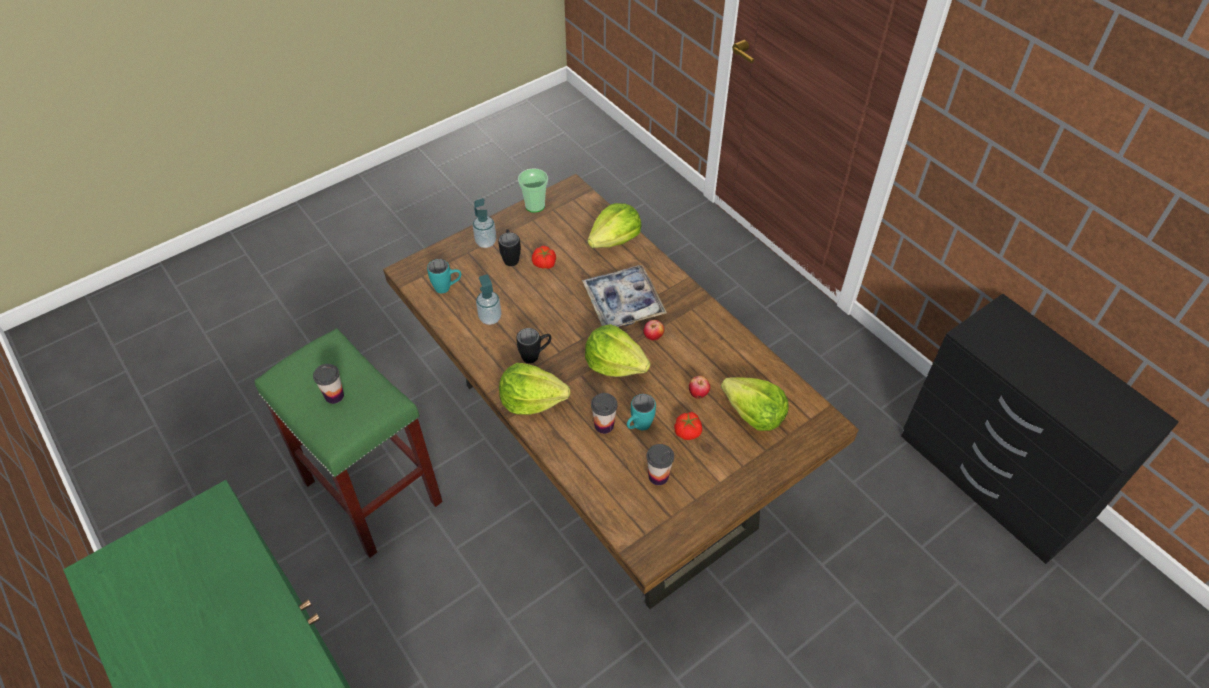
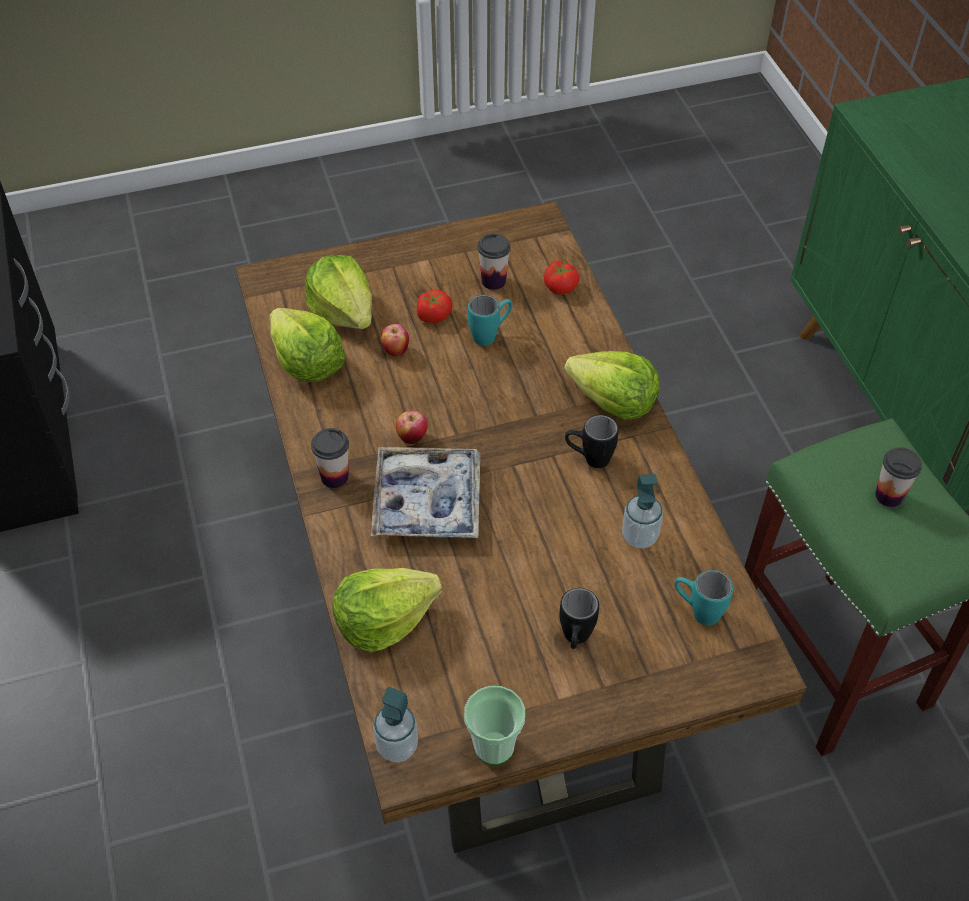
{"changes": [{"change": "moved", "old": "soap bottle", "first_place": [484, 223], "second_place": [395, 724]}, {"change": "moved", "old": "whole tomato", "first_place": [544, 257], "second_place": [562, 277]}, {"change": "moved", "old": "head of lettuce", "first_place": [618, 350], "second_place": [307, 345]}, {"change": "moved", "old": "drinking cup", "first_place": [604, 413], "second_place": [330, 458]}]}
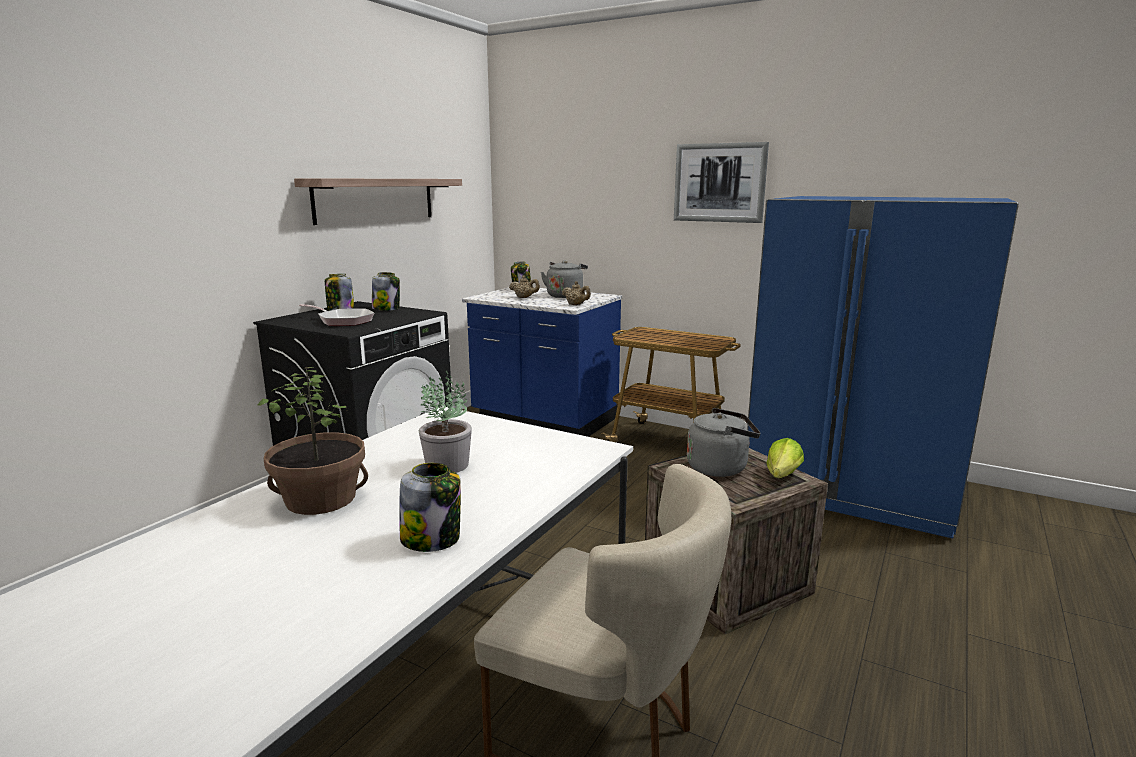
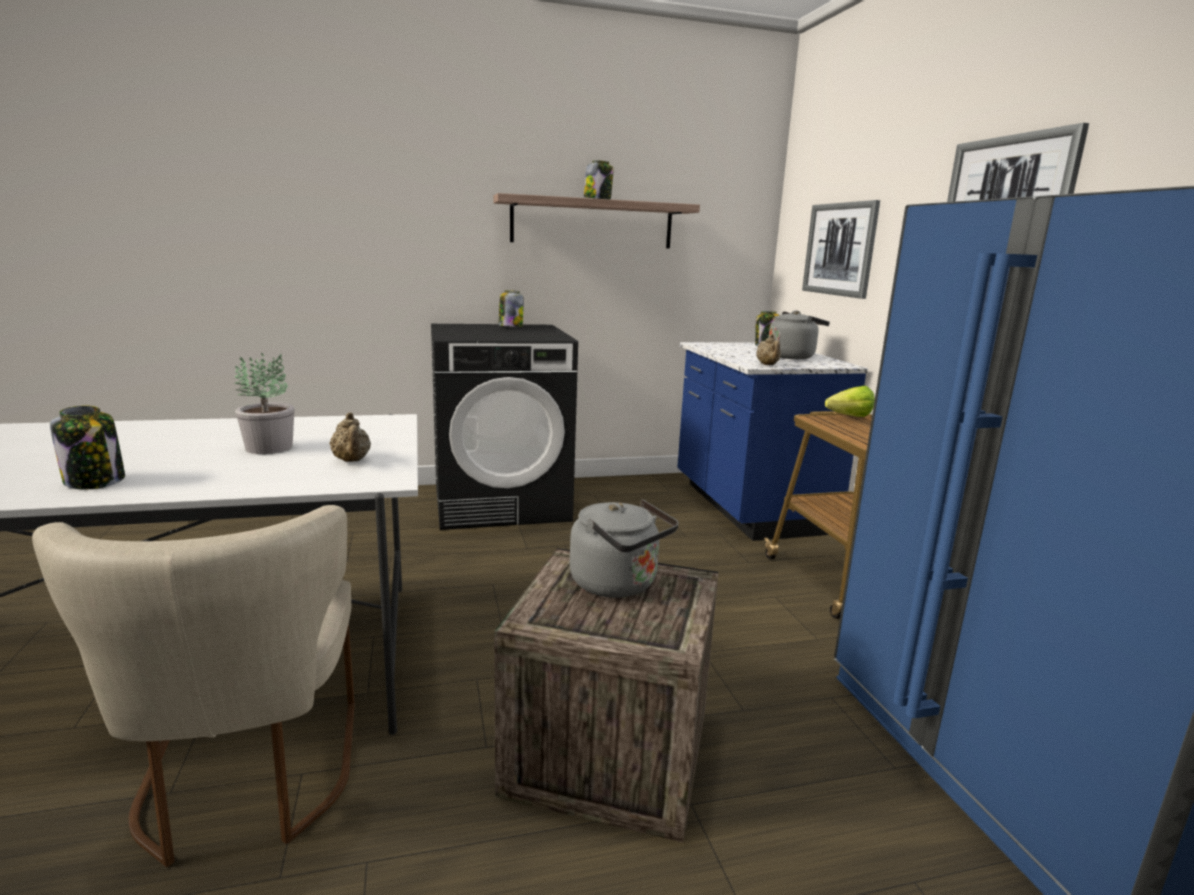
{"changes": [{"change": "removed", "old": "houseplant", "first_place": [313, 441]}, {"change": "removed", "old": "pan", "first_place": [336, 315]}, {"change": "added", "new": "picture", "second_place": [841, 249]}, {"change": "moved", "old": "jar", "first_place": [386, 291], "second_place": [598, 180]}, {"change": "moved", "old": "teapot/sand-coloured", "first_place": [524, 286], "second_place": [350, 437]}, {"change": "moved", "old": "head of lettuce", "first_place": [785, 458], "second_place": [850, 401]}]}
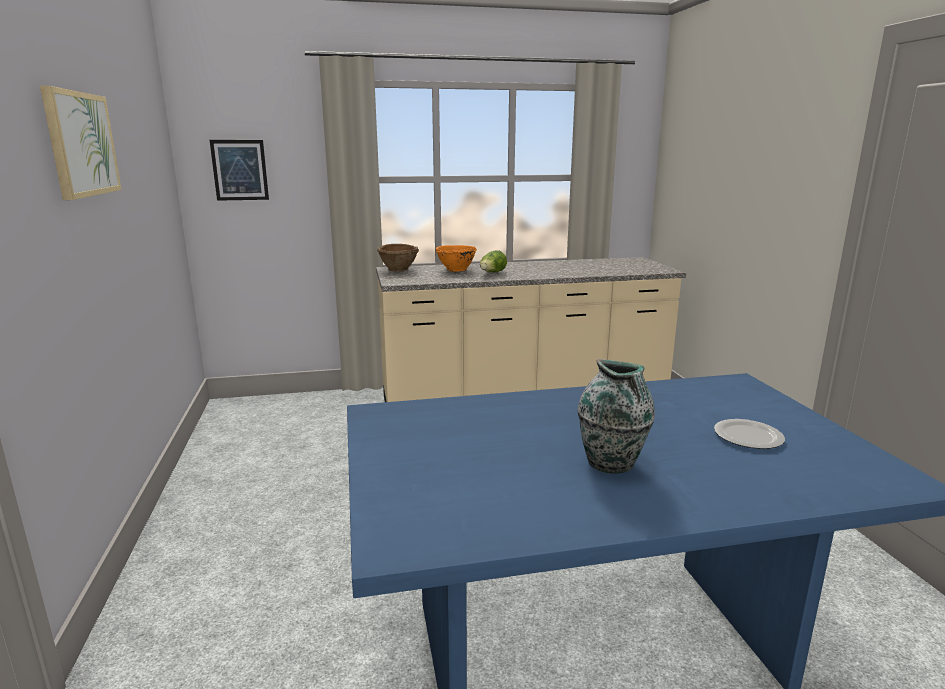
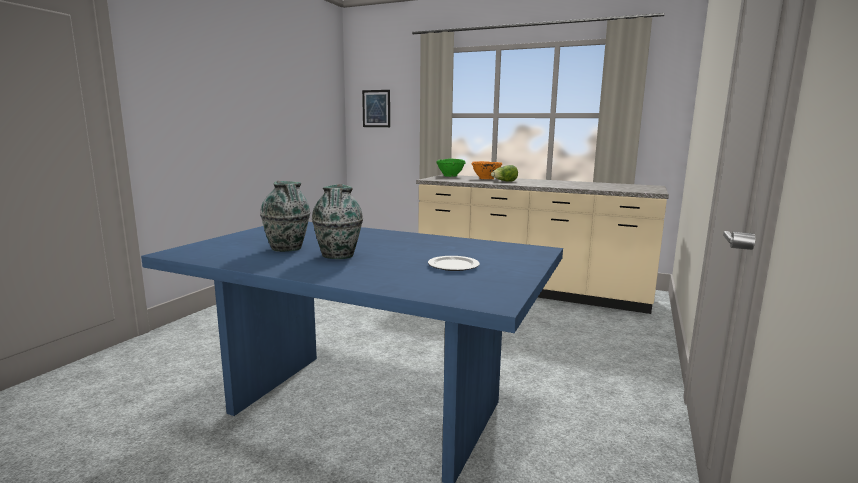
{"changes": [{"change": "removed", "old": "picture", "first_place": [81, 143]}, {"change": "added", "new": "decorative vase", "second_place": [285, 216]}, {"change": "recoloured", "old": "bowl/brown-coloured", "new": "bowl/greenish", "first_place": [398, 258], "second_place": [450, 168]}]}
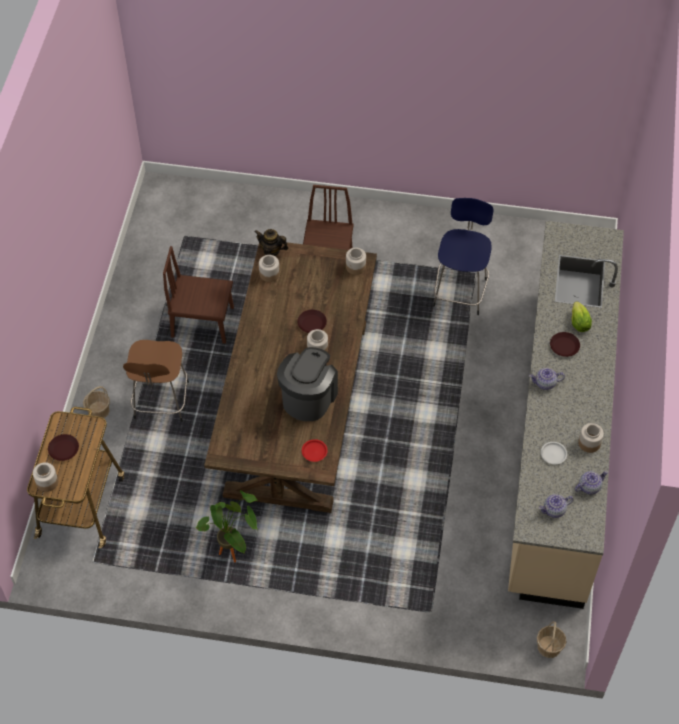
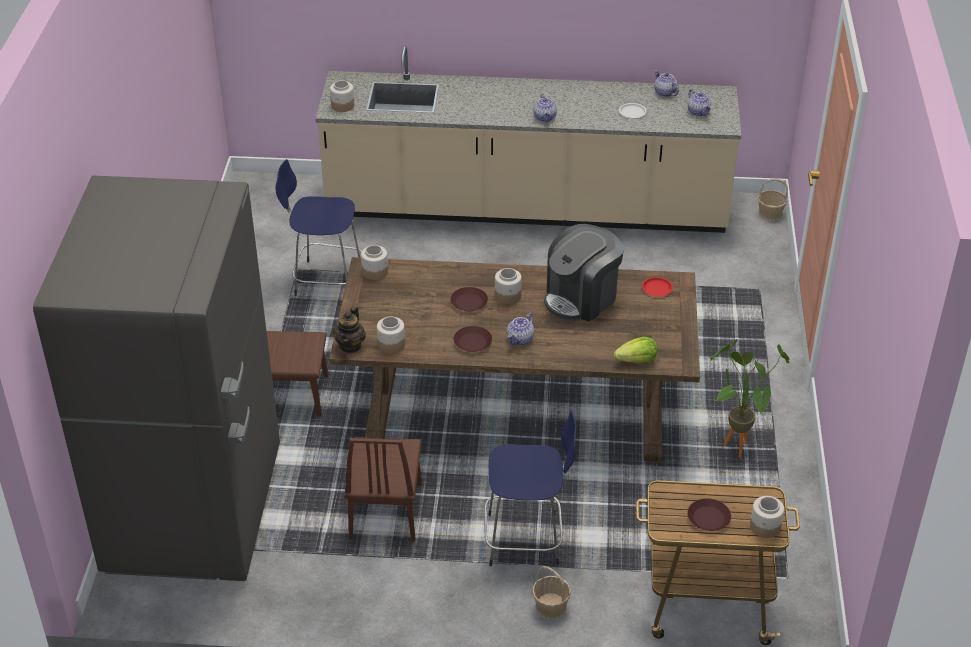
{"changes": [{"change": "added", "new": "fridge/grey", "second_place": [156, 378]}, {"change": "added", "new": "teapot", "second_place": [520, 329]}, {"change": "moved", "old": "plate/brown-coloured", "first_place": [565, 344], "second_place": [473, 339]}, {"change": "moved", "old": "head of lettuce", "first_place": [582, 316], "second_place": [636, 350]}, {"change": "moved", "old": "jar", "first_place": [591, 438], "second_place": [342, 96]}, {"change": "recoloured", "old": "sitting stool/brown-coloured", "new": "sitting stool/bluish", "first_place": [156, 381], "second_place": [530, 488]}, {"change": "turned", "old": "coffee brewer", "first_place": [307, 384], "second_place": [584, 272], "degrees": -60}]}
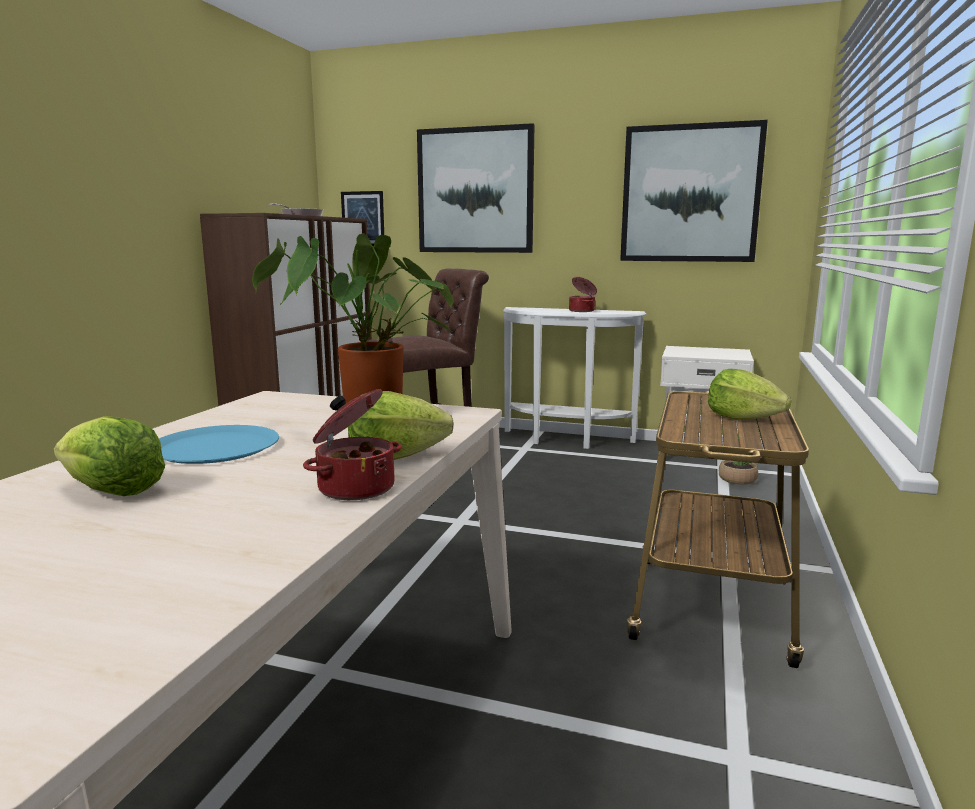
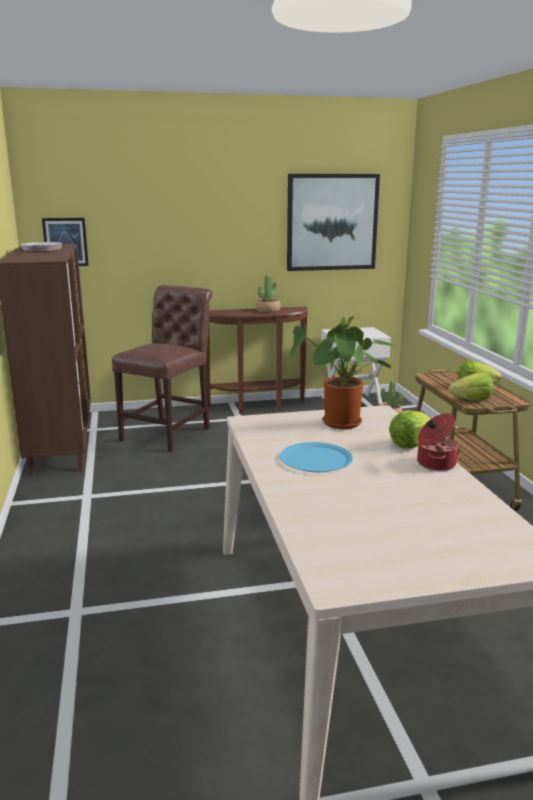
{"changes": [{"change": "removed", "old": "picture", "first_place": [476, 188]}, {"change": "moved", "old": "head of lettuce", "first_place": [109, 456], "second_place": [471, 386]}, {"change": "replaced", "old": "cooking pot", "new": "houseplant", "first_place": [583, 294], "second_place": [268, 293]}, {"change": "recoloured", "old": "console table/whitish", "new": "console table/brown-coloured", "first_place": [574, 378], "second_place": [256, 360]}]}
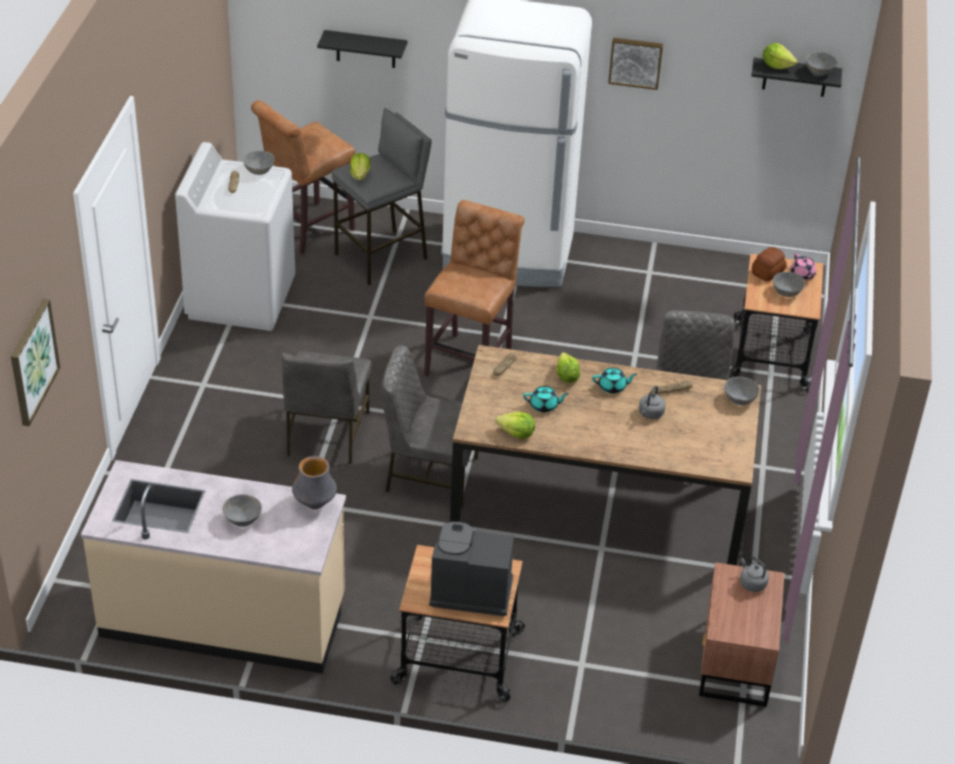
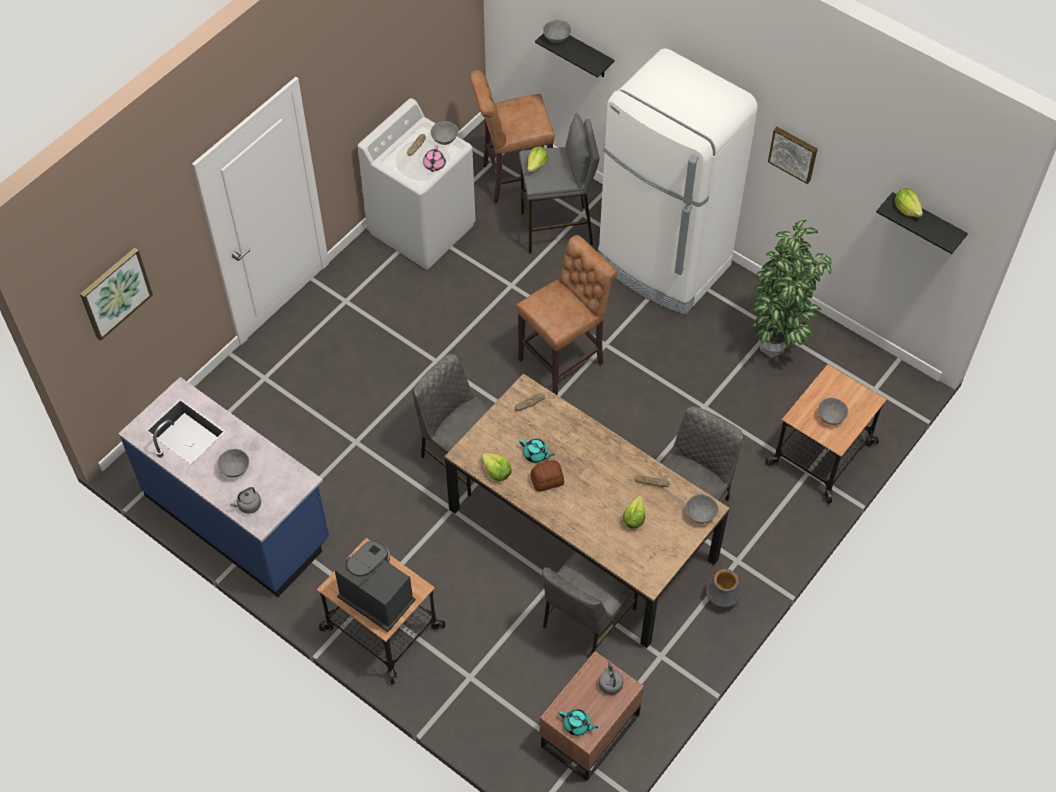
{"changes": [{"change": "added", "new": "houseplant", "second_place": [791, 289]}, {"change": "moved", "old": "upright chair/grey", "first_place": [326, 407], "second_place": [590, 603]}, {"change": "moved", "old": "decorative vase", "first_place": [314, 482], "second_place": [723, 588]}, {"change": "moved", "old": "head of lettuce", "first_place": [568, 367], "second_place": [633, 512]}, {"change": "moved", "old": "teapot/turquoise", "first_place": [614, 381], "second_place": [578, 722]}, {"change": "moved", "old": "tea kettle/grey", "first_place": [652, 402], "second_place": [245, 500]}, {"change": "moved", "old": "bread", "first_place": [769, 264], "second_place": [547, 476]}, {"change": "moved", "old": "teapot/pink-coloured", "first_place": [803, 266], "second_place": [434, 158]}, {"change": "moved", "old": "bowl/grey", "first_place": [821, 64], "second_place": [557, 31]}, {"change": "recoloured", "old": "counter/sand-coloured", "new": "counter/bluish", "first_place": [213, 566], "second_place": [223, 487]}]}
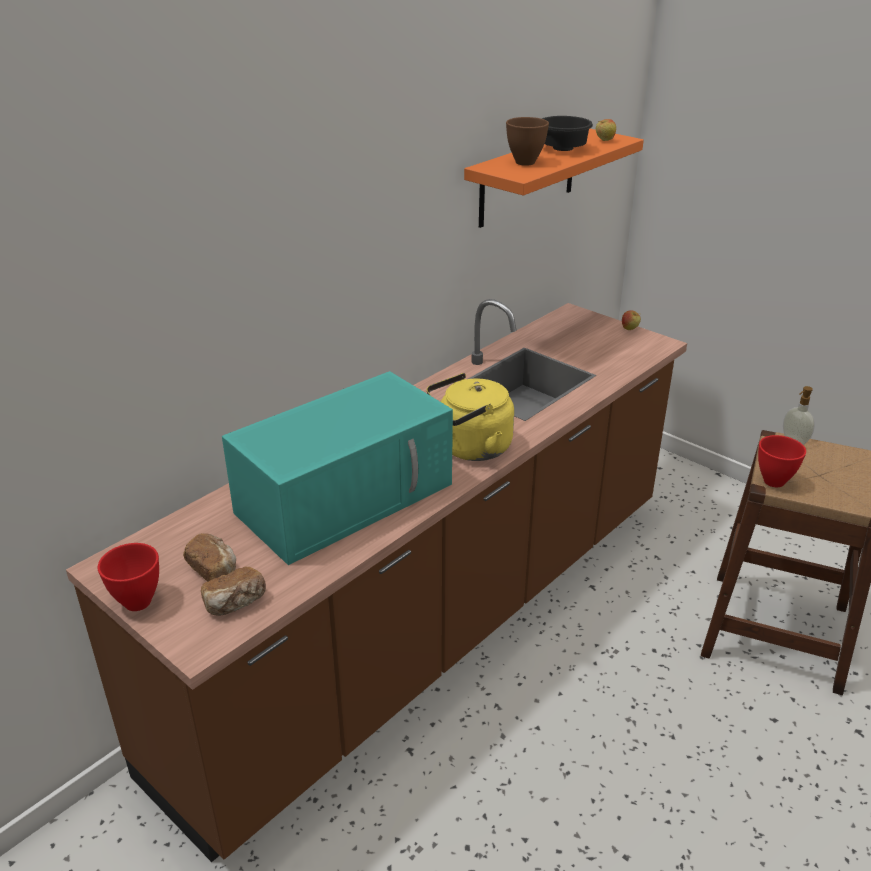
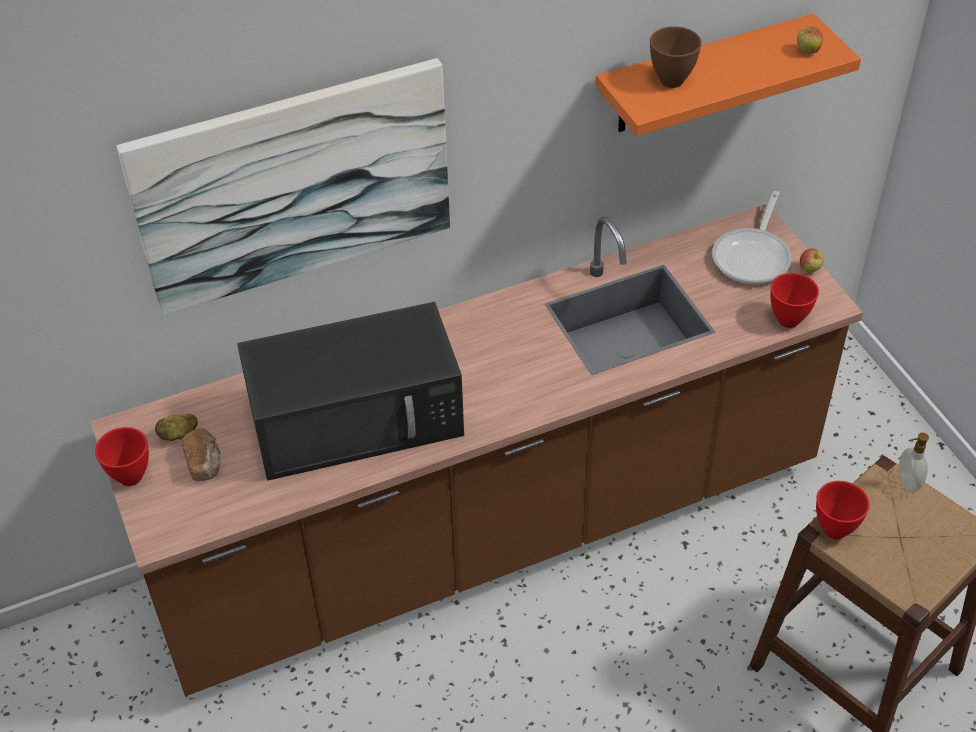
{"changes": [{"change": "removed", "old": "bread", "first_place": [233, 591]}, {"change": "removed", "old": "tea kettle/yellow-coloured", "first_place": [470, 417]}, {"change": "removed", "old": "bowl/blackish", "first_place": [567, 133]}, {"change": "added", "new": "picture", "second_place": [283, 187]}, {"change": "added", "new": "whole potato", "second_place": [176, 427]}, {"change": "added", "new": "pan", "second_place": [752, 238]}, {"change": "added", "new": "bowl/reddish", "second_place": [795, 300]}, {"change": "recoloured", "old": "kitchen microwave/turquoise", "new": "kitchen microwave/blackish", "first_place": [337, 468], "second_place": [350, 391]}]}
